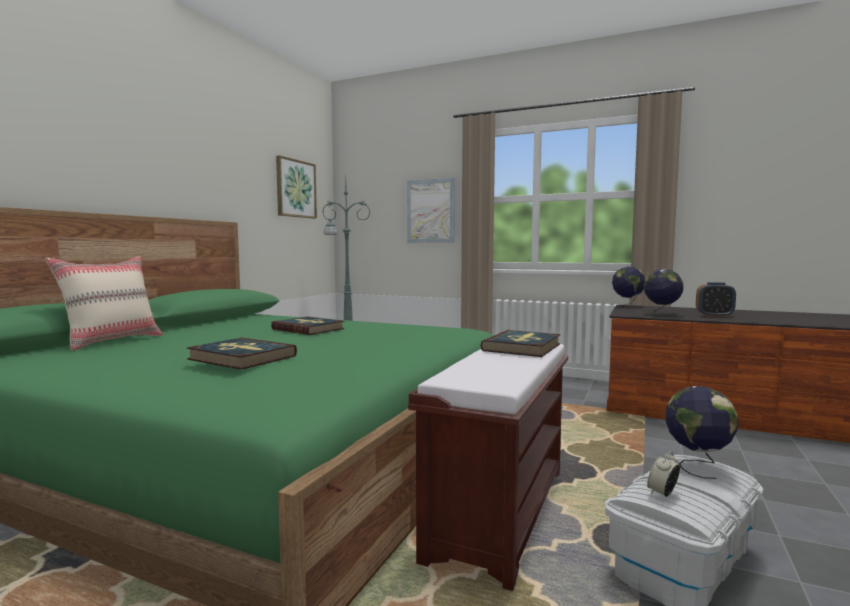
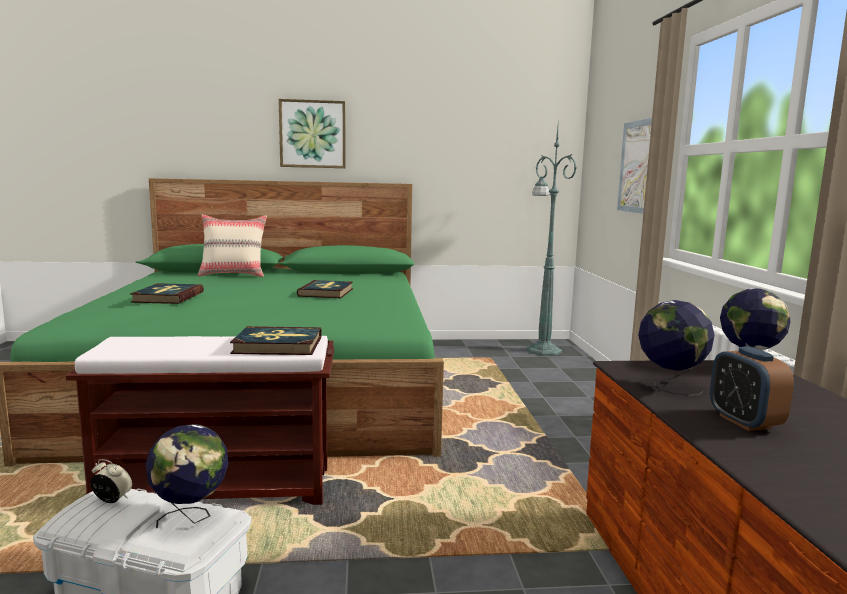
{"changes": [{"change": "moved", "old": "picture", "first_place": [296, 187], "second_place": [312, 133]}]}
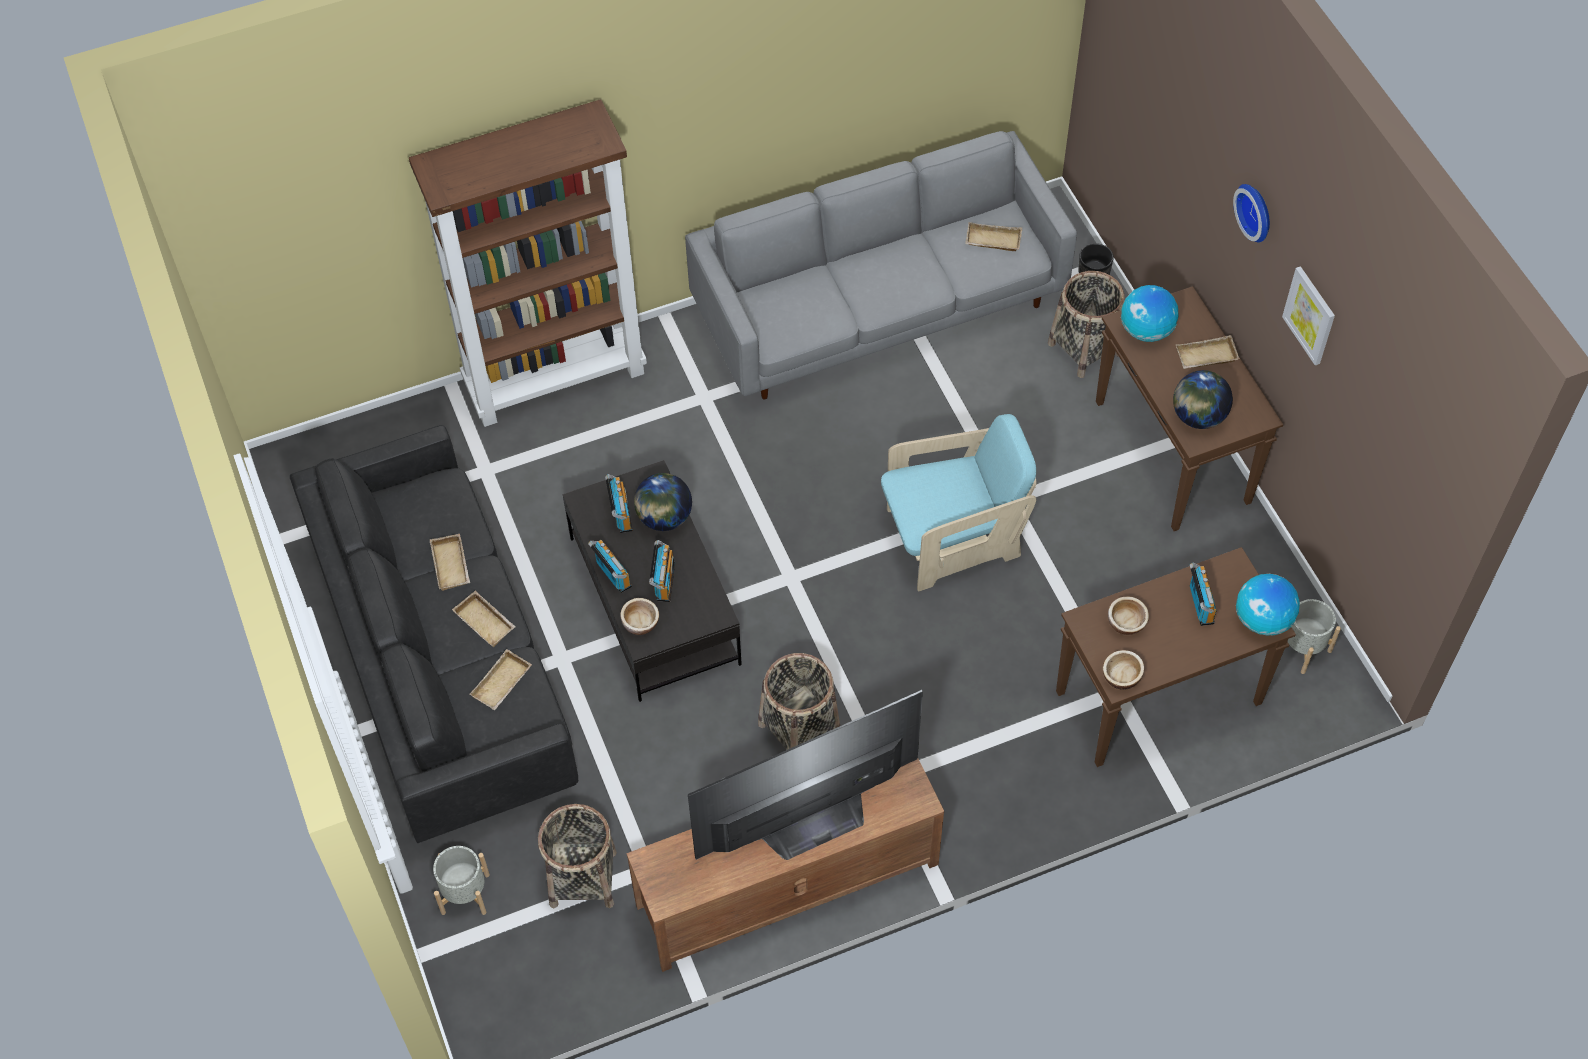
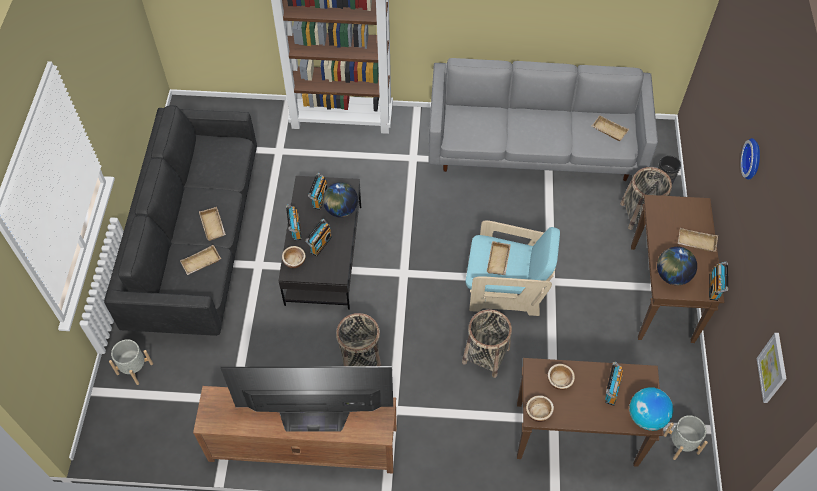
{"changes": [{"change": "removed", "old": "desk globe", "first_place": [1149, 313]}, {"change": "added", "new": "radio", "second_place": [718, 281]}, {"change": "moved", "old": "tray/sand-coloured", "first_place": [450, 562], "second_place": [499, 258]}, {"change": "moved", "old": "storage basket", "first_place": [577, 856], "second_place": [487, 343]}, {"change": "moved", "old": "picture", "first_place": [1308, 315], "second_place": [772, 368]}]}
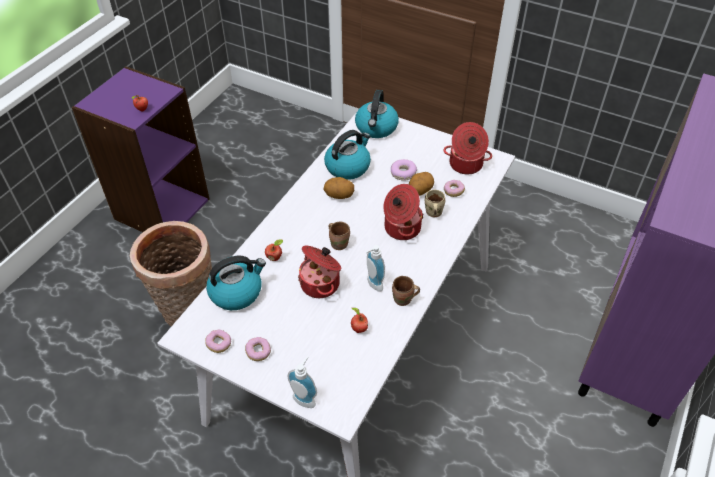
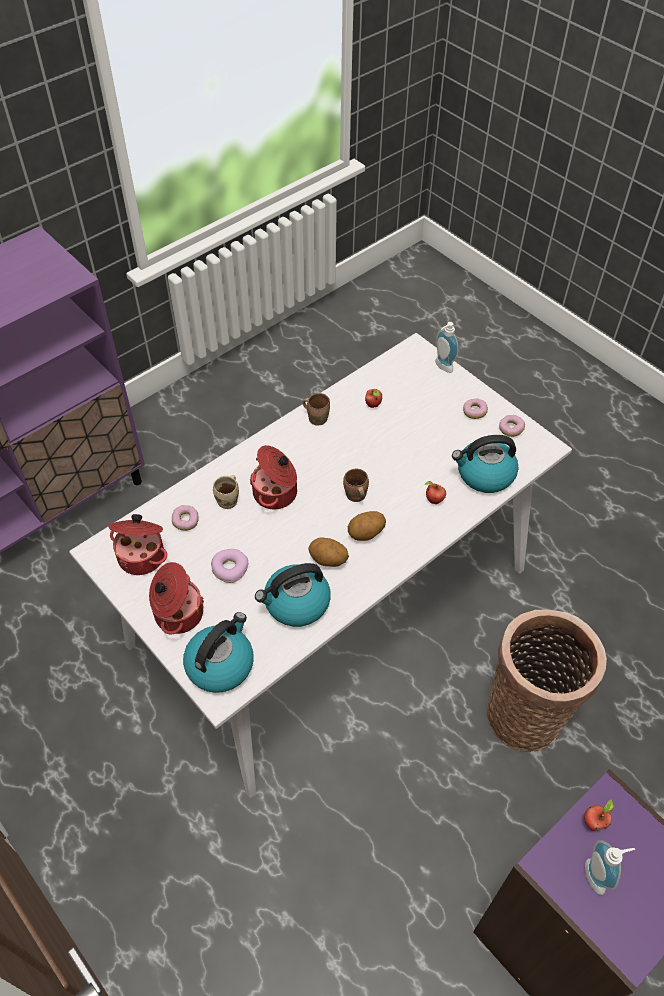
{"changes": [{"change": "moved", "old": "cooking pot", "first_place": [319, 271], "second_place": [176, 598]}, {"change": "moved", "old": "soap bottle", "first_place": [375, 268], "second_place": [610, 867]}, {"change": "moved", "old": "whole potato", "first_place": [421, 184], "second_place": [367, 526]}]}
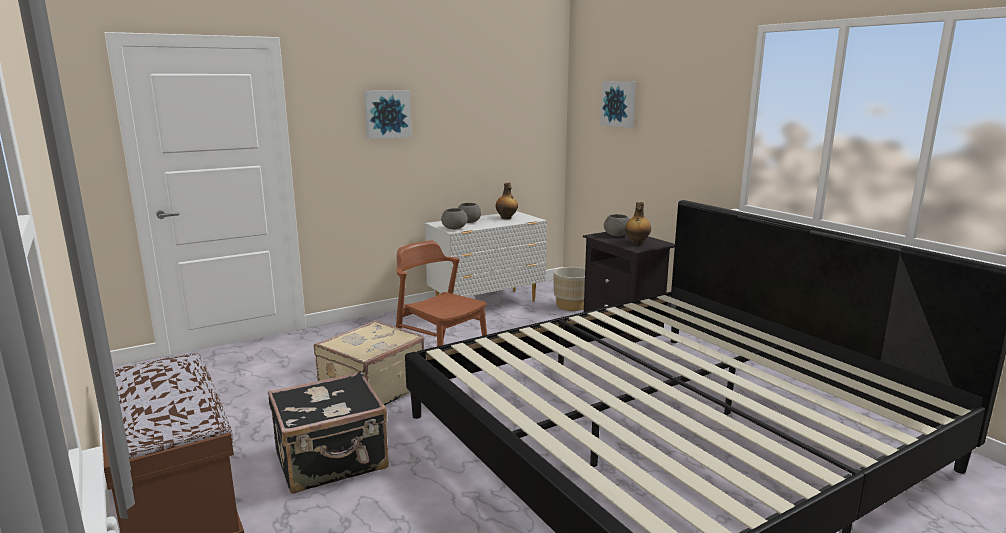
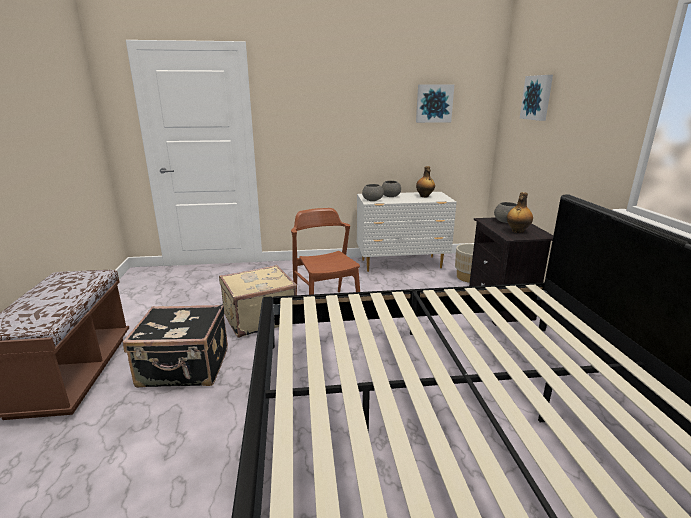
{"changes": [{"change": "moved", "old": "picture", "first_place": [388, 114], "second_place": [435, 103]}]}
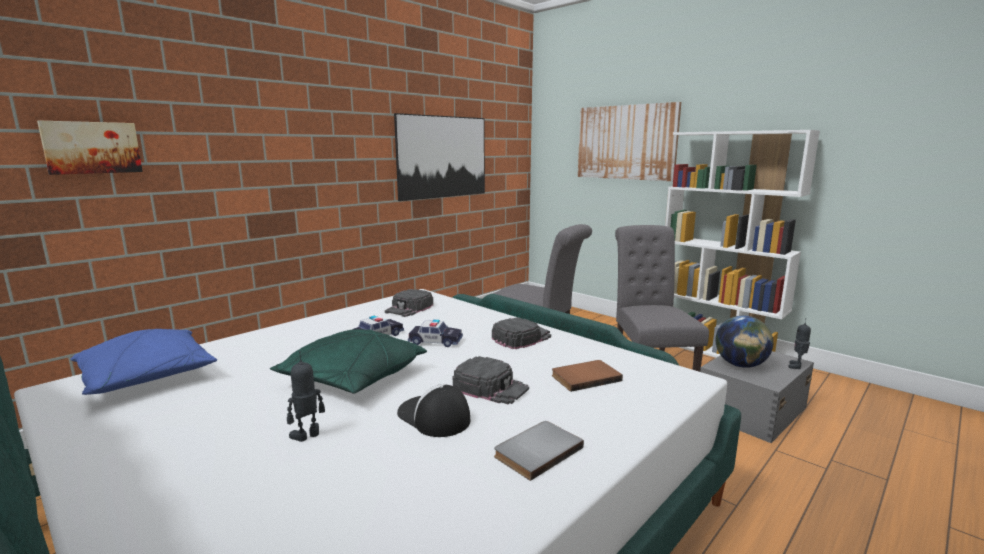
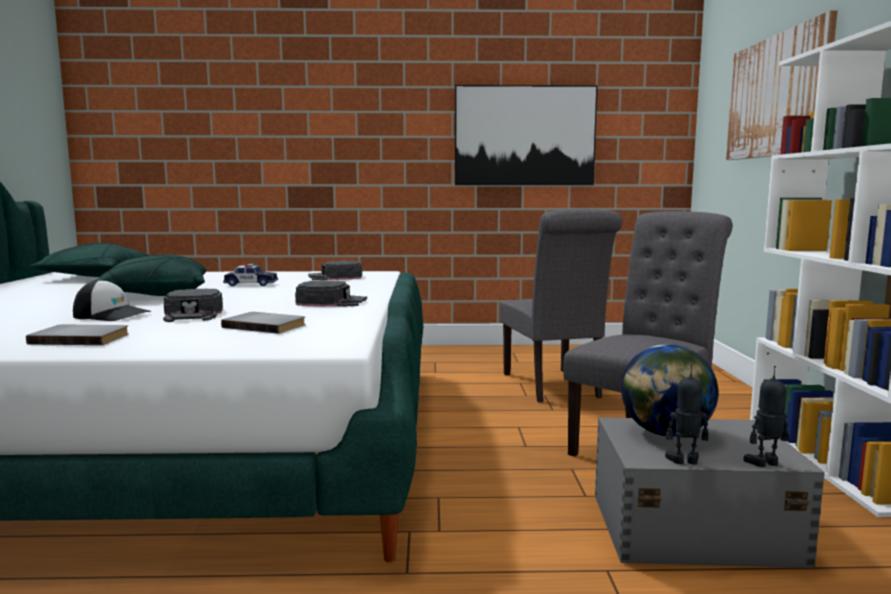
{"changes": [{"change": "removed", "old": "picture", "first_place": [90, 147]}, {"change": "removed", "old": "miniature car", "first_place": [435, 333]}, {"change": "moved", "old": "model robot", "first_place": [306, 396], "second_place": [687, 415]}, {"change": "recoloured", "old": "cushion/bluish", "new": "cushion/greenish", "first_place": [143, 362], "second_place": [89, 260]}, {"change": "recoloured", "old": "book/brown-coloured", "new": "book/grey", "first_place": [587, 376], "second_place": [263, 323]}, {"change": "turned", "old": "peaked cap", "first_place": [433, 410], "second_place": [112, 300], "degrees": 105}]}
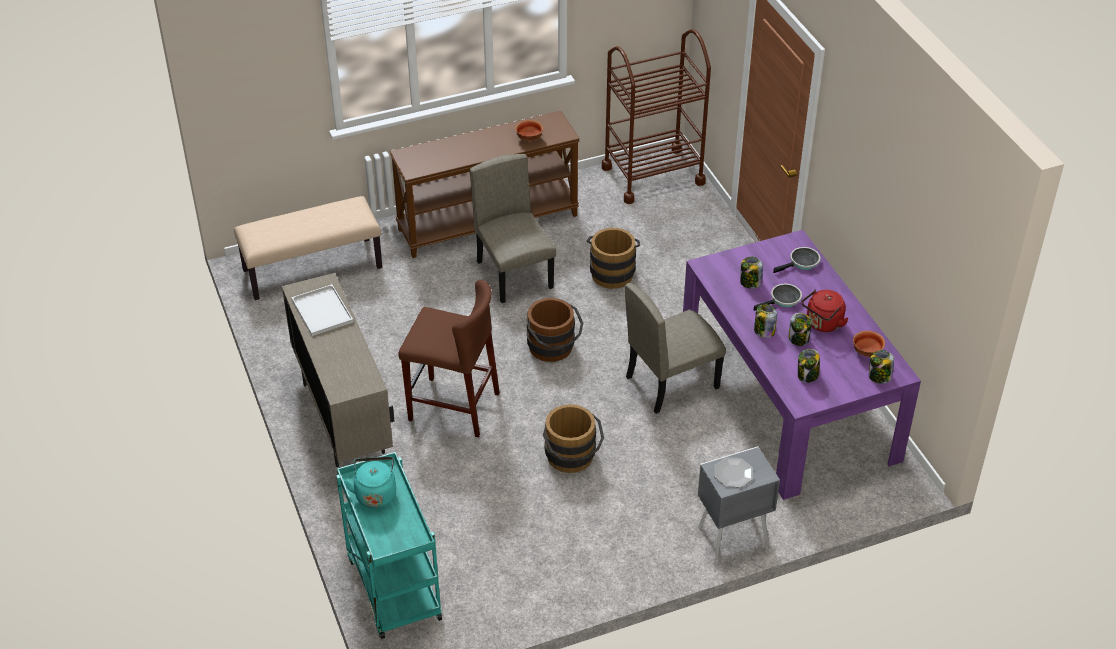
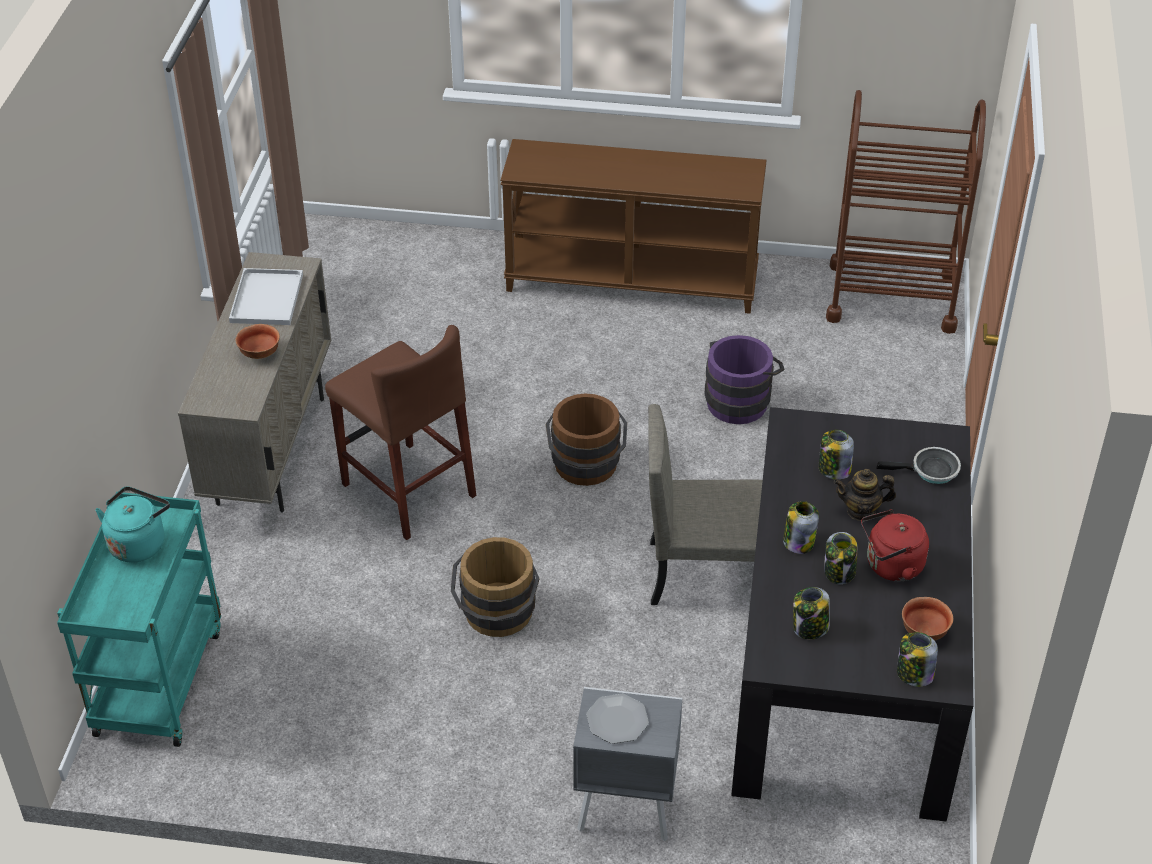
{"changes": [{"change": "removed", "old": "bench/sand-coloured", "first_place": [308, 248]}, {"change": "removed", "old": "upright chair/sand-coloured", "first_place": [513, 228]}, {"change": "moved", "old": "bowl", "first_place": [529, 130], "second_place": [258, 341]}, {"change": "replaced", "old": "pan", "new": "teapot", "first_place": [778, 297], "second_place": [865, 495]}, {"change": "recoloured", "old": "water bucket/brown-coloured", "new": "water bucket/purple", "first_place": [613, 258], "second_place": [744, 379]}, {"change": "recoloured", "old": "kitchen table/purple", "new": "kitchen table/blackish", "first_place": [802, 365], "second_place": [852, 614]}]}
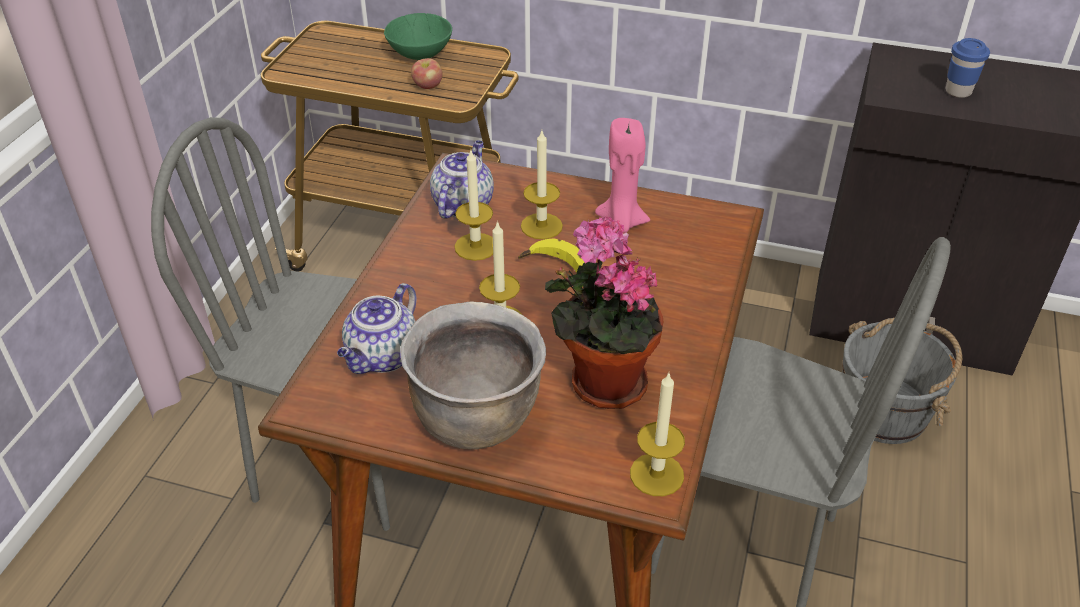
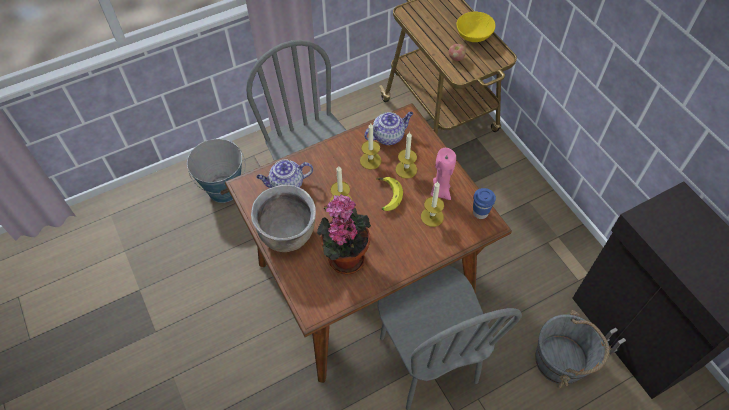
{"changes": [{"change": "added", "new": "water bucket", "second_place": [216, 171]}, {"change": "moved", "old": "candle", "first_place": [657, 434], "second_place": [432, 204]}, {"change": "moved", "old": "drinking cup/bluish", "first_place": [968, 68], "second_place": [484, 203]}, {"change": "recoloured", "old": "bowl/greenish", "new": "bowl/yellow-coloured", "first_place": [418, 36], "second_place": [476, 27]}]}
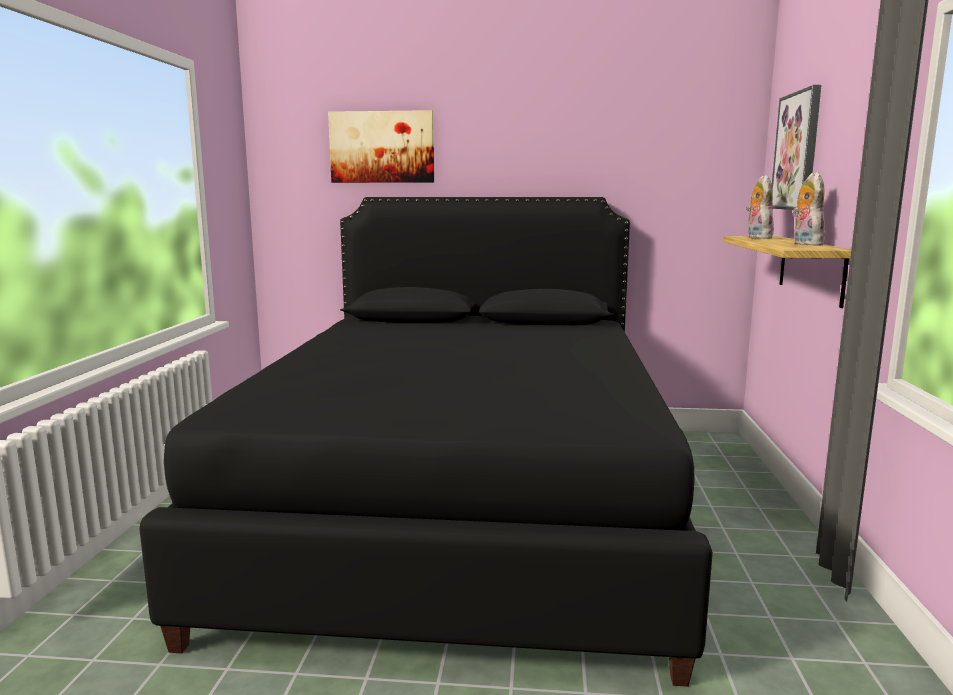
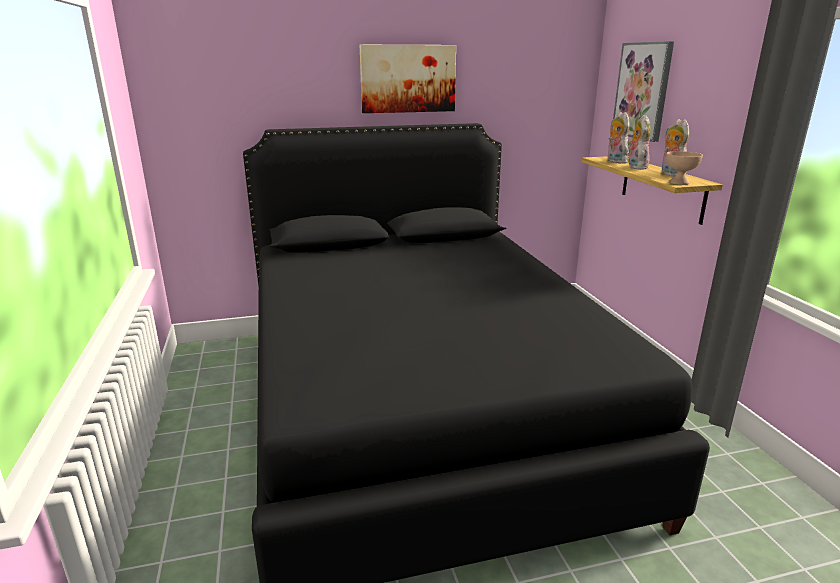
{"changes": [{"change": "added", "new": "cuddly toy", "second_place": [639, 142]}, {"change": "added", "new": "bowl/sand-coloured", "second_place": [684, 168]}, {"change": "moved", "old": "picture", "first_place": [381, 146], "second_place": [408, 79]}]}
